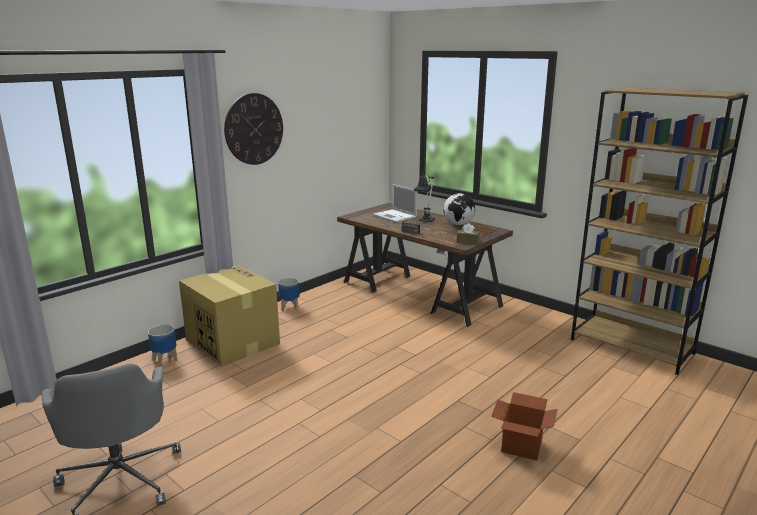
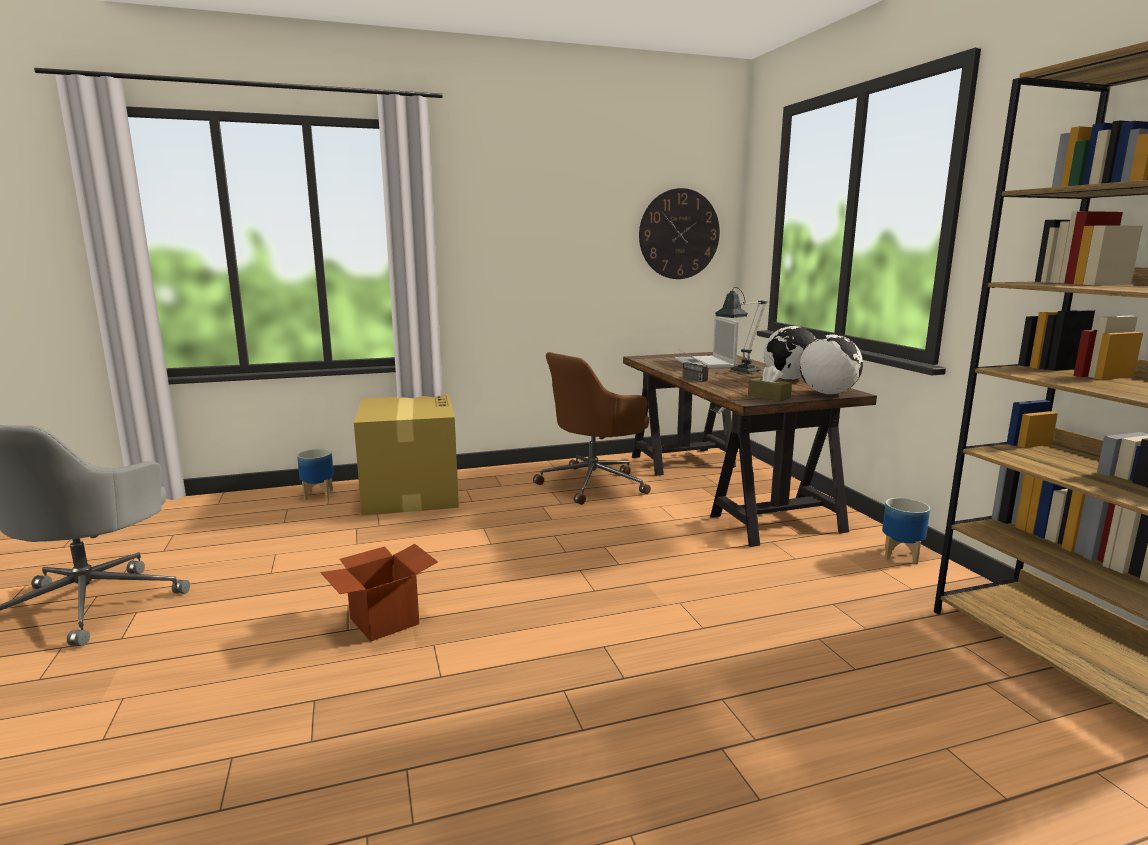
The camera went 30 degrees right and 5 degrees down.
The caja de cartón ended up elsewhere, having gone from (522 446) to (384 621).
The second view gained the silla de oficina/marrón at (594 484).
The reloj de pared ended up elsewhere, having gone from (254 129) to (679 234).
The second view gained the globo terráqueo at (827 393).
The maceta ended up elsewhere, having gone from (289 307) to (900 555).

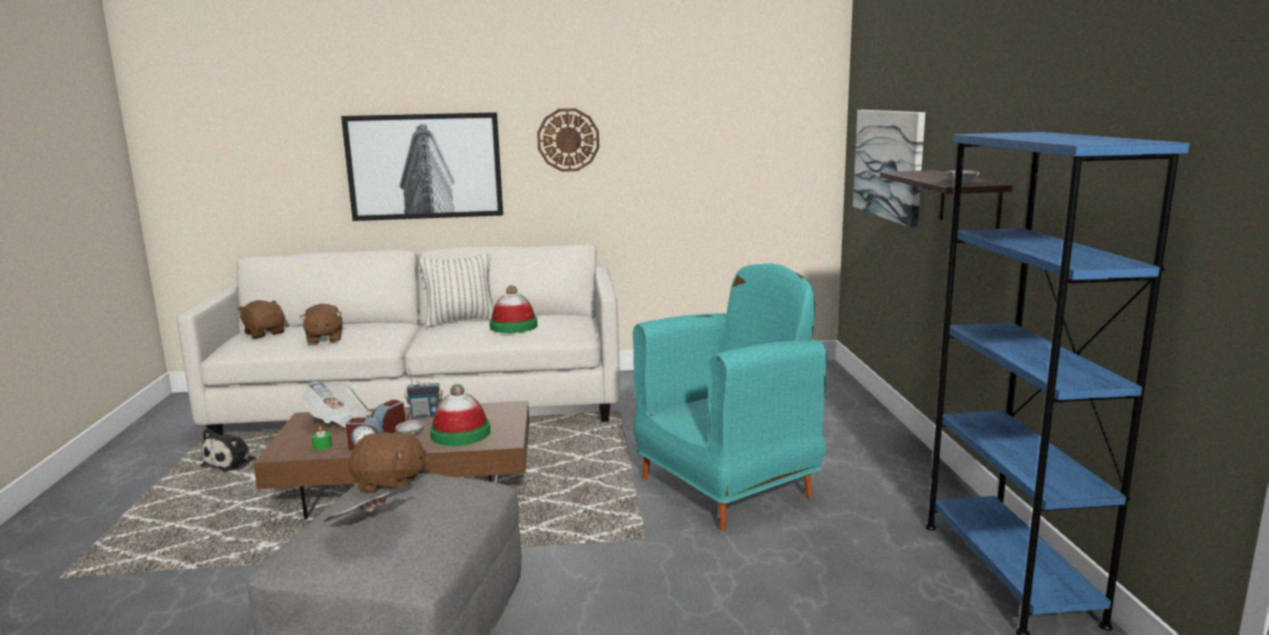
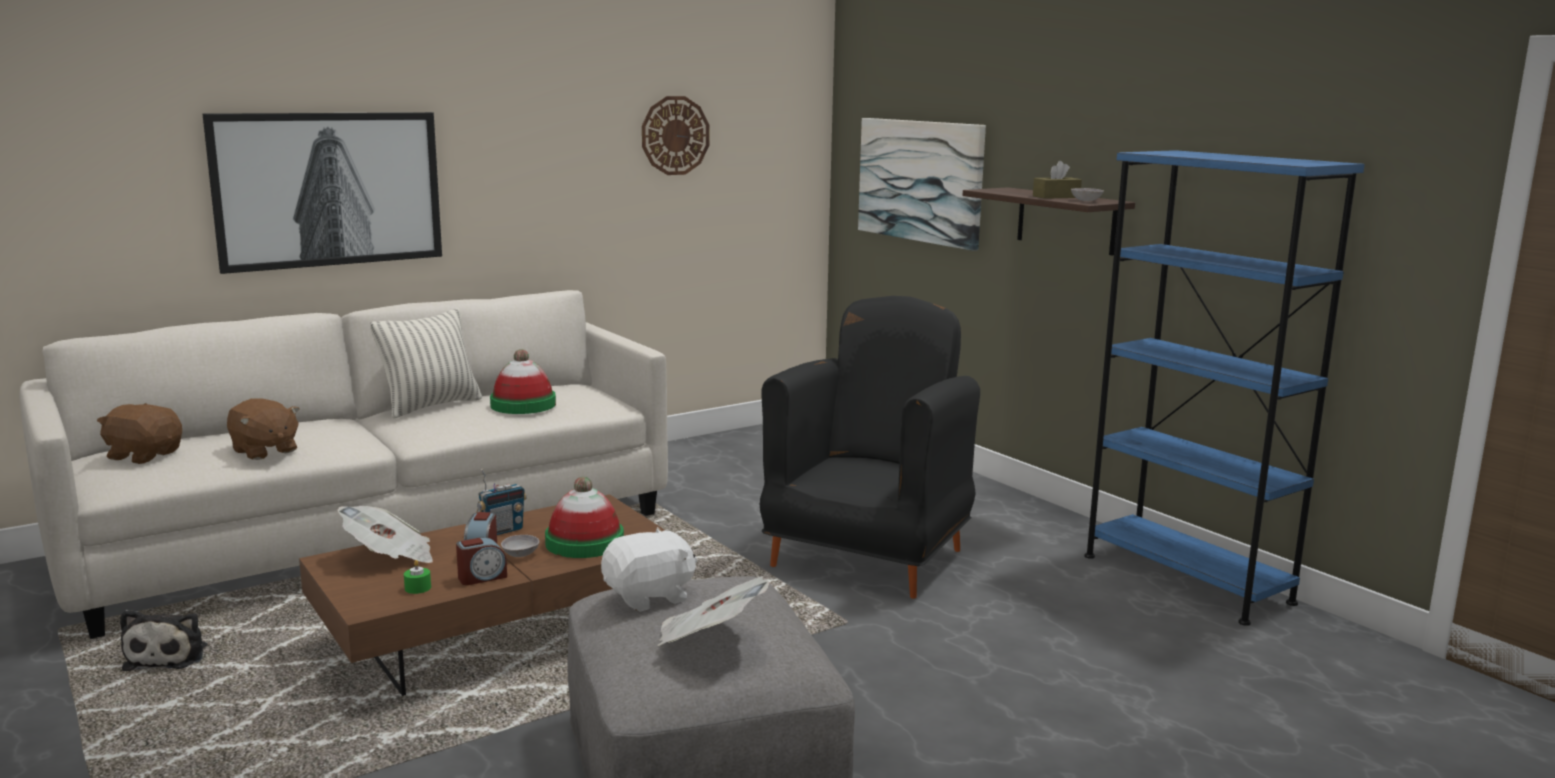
The camera went 30 degrees left and 0 degrees up.
What was the peluche/marrón at (390 483) turned into the peluche/blanco at (649 597).
The reloj de pared ended up elsewhere, having gone from (568 140) to (675 135).
What was the sillón/turquesa at (728 487) turned into the sillón/negro at (868 557).
The second view gained the caja de pañuelos/marrón at (1056 197).

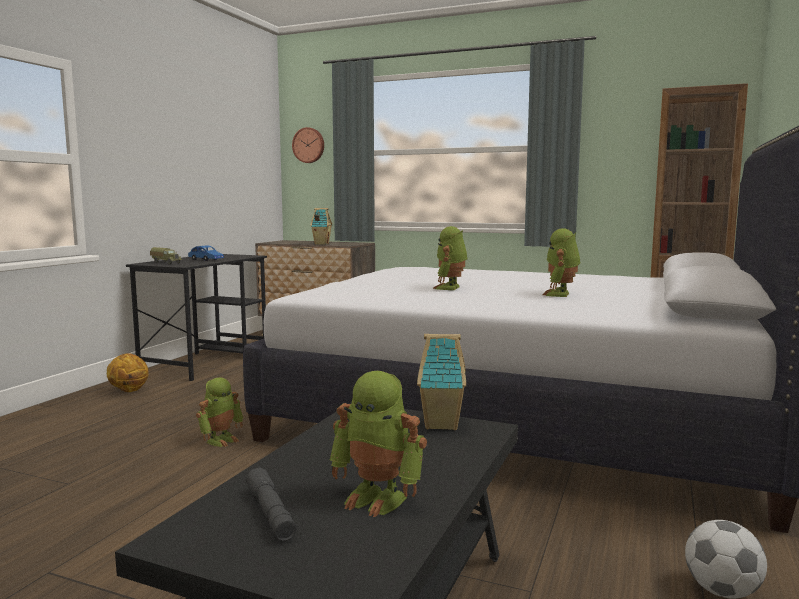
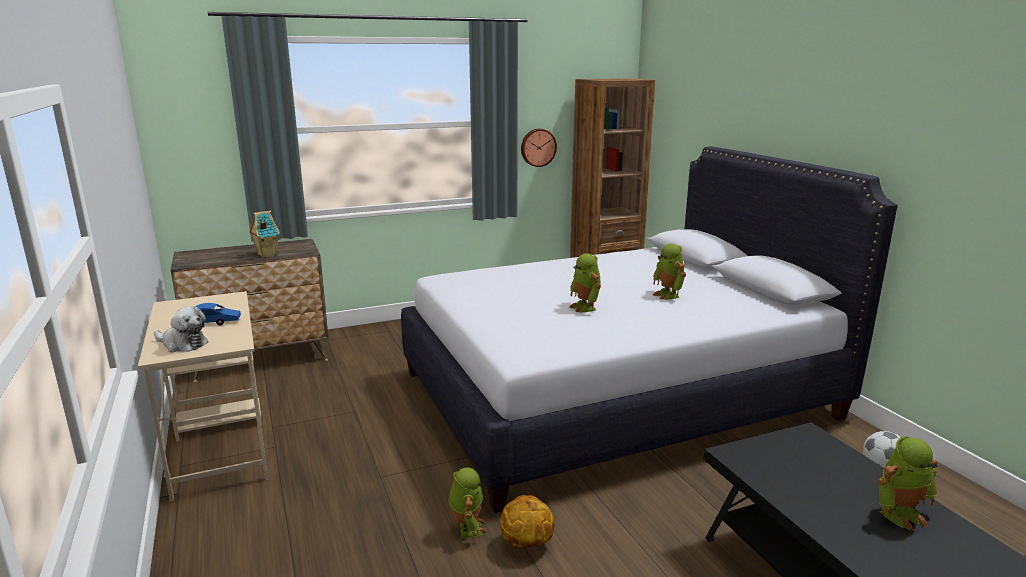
The camera went 45 degrees left and 10 degrees up.
What was the escritorio/negro at (207 361) turned into the escritorio/beis at (219 445).
Where the camión de juguete stood at (166 262), the peluche came to stand at (183 344).
The balón de baloncesto ended up elsewhere, having gone from (128 391) to (526 543).
The reloj de pared ended up elsewhere, having gone from (309 145) to (538 147).
The second view lost the linterna/gris at (270 513).
The second view lost the casita at (442 424).

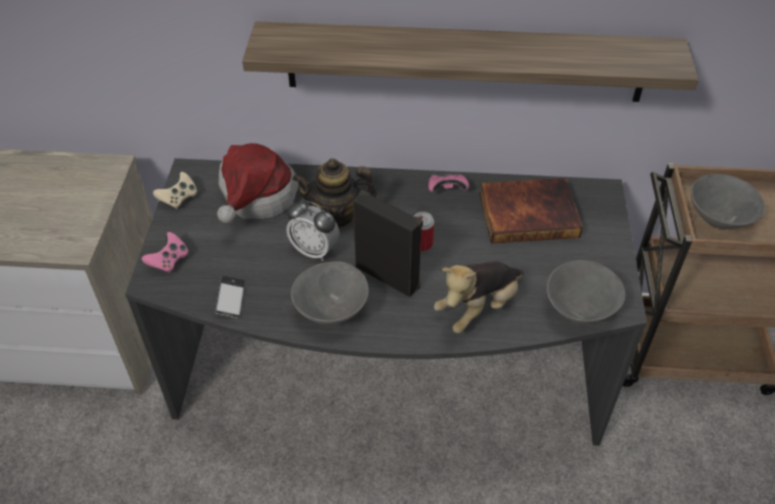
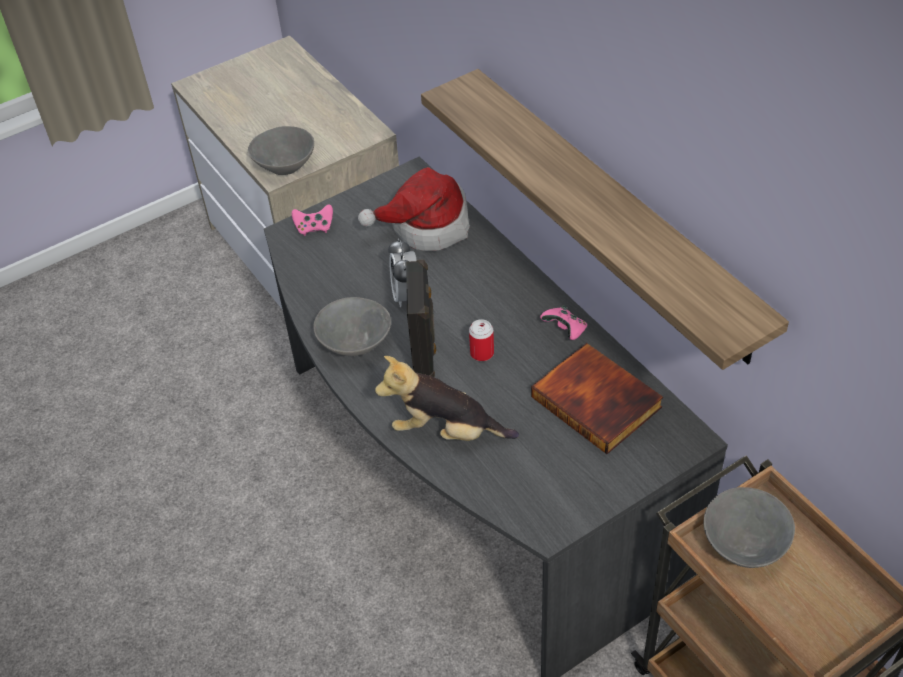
The camera went 55 degrees right and 0 degrees up.
The cuenco/gris ended up elsewhere, having gone from (579 310) to (284 167).
The second view lost the mando de consola/beis at (178 198).
The second view lost the móvil at (231 299).
The second view lost the tetera at (336 215).

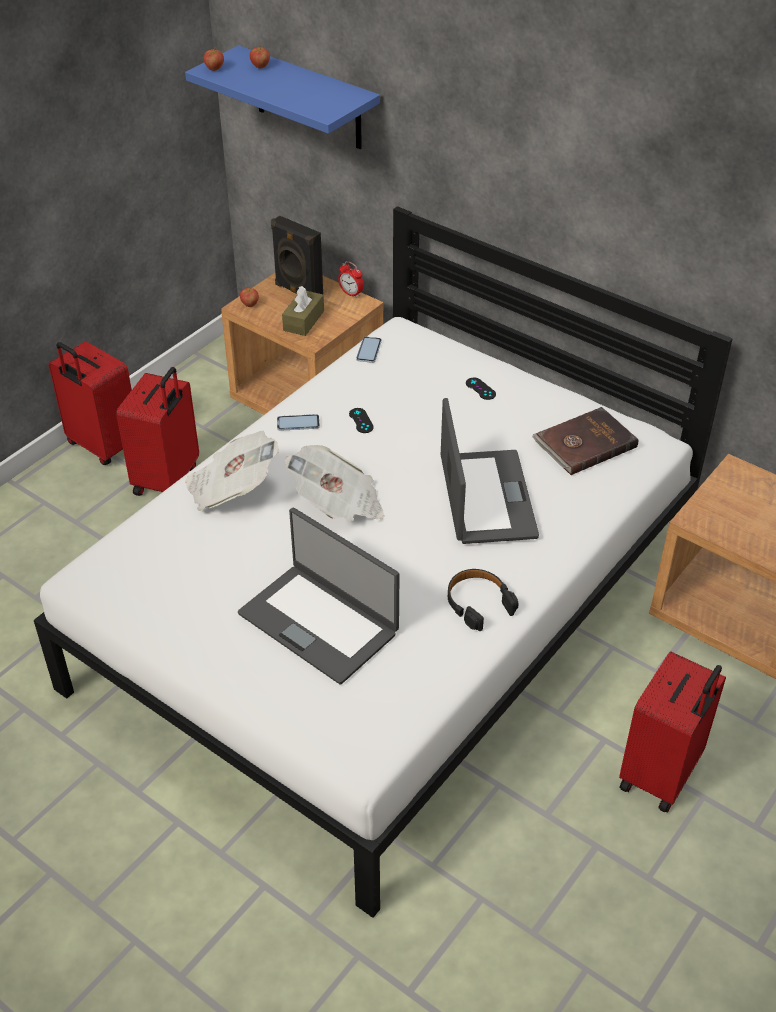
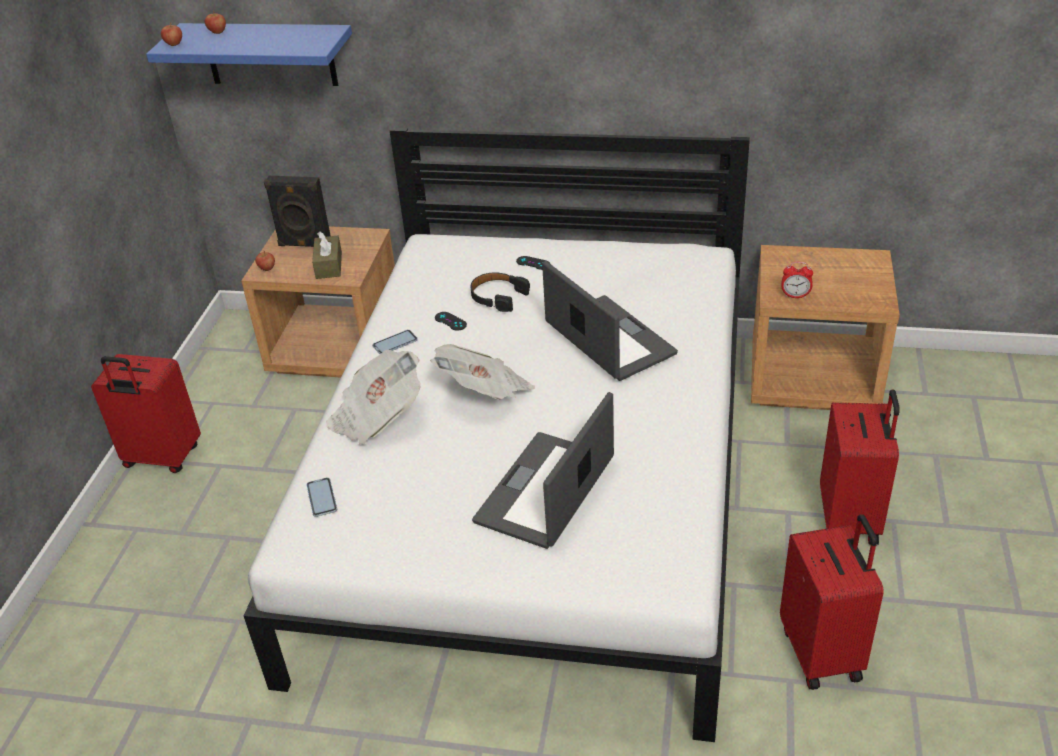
The camera went 25 degrees left and 5 degrees down.
The móvil ended up elsewhere, having gone from (369 350) to (322 498).
The auriculares/negro ended up elsewhere, having gone from (478 603) to (498 297).
The portátil at (319 622) ended up facing another way, 105 degrees clockwise from before.
The maleta/rojo ended up elsewhere, having gone from (168 480) to (823 653).
The despertador ended up elsewhere, having gone from (351 294) to (795 296).
The second view lost the libro/marrón at (584 443).

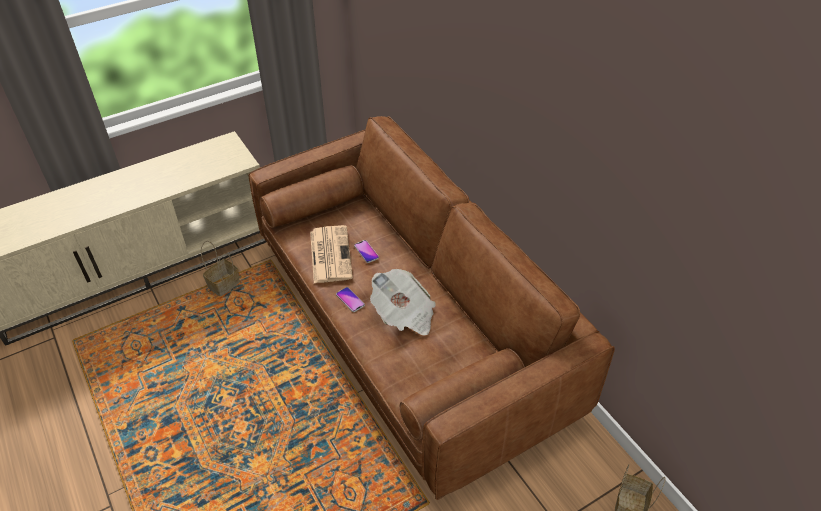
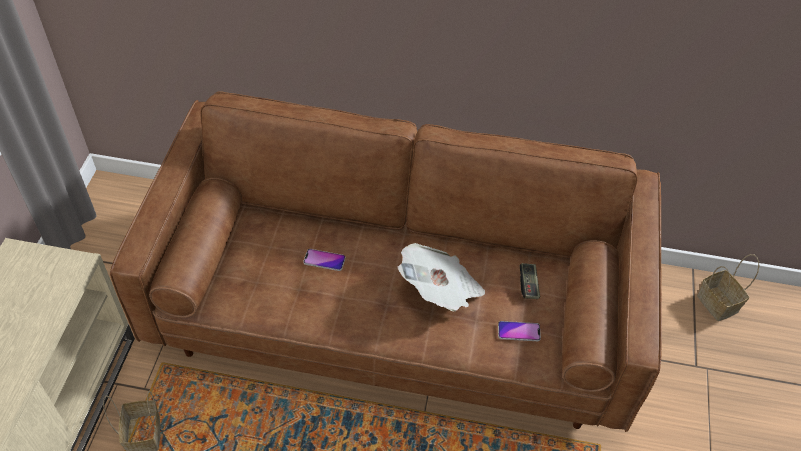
The camera went 50 degrees left and 5 degrees up.
The móvil ended up elsewhere, having gone from (350 300) to (519 331).
The second view gained the mando de consola at (528 285).
The second view lost the periódico at (330 254).

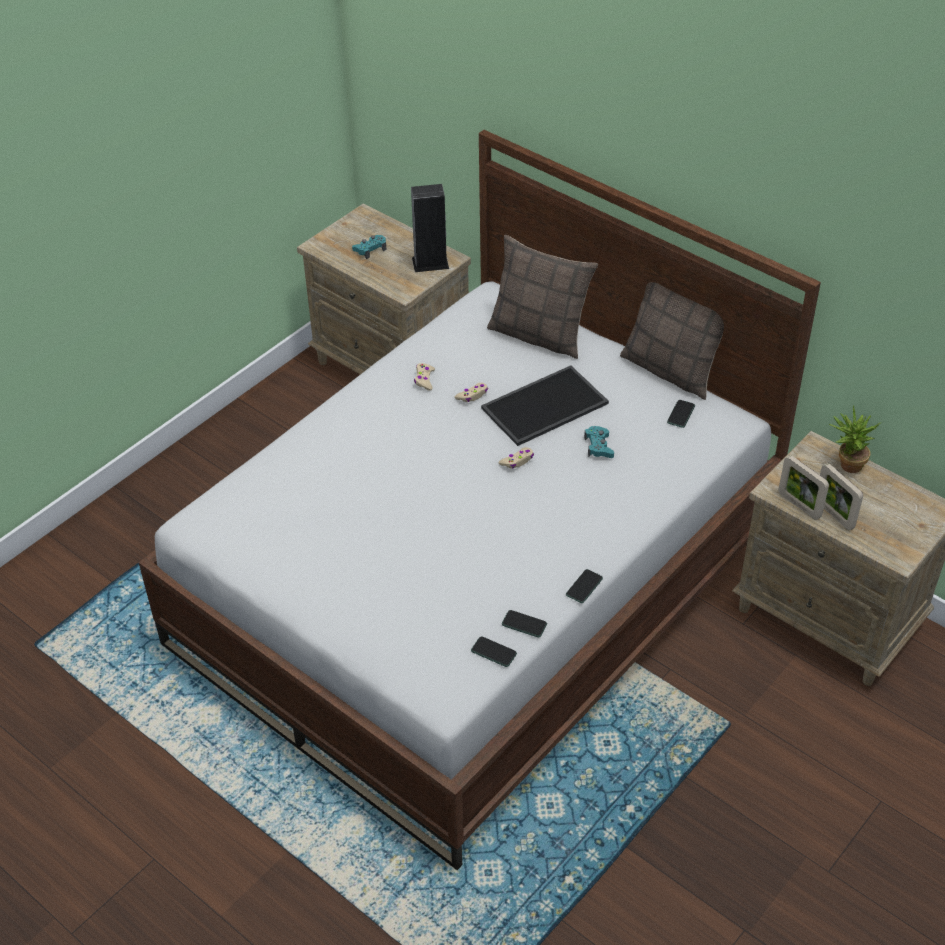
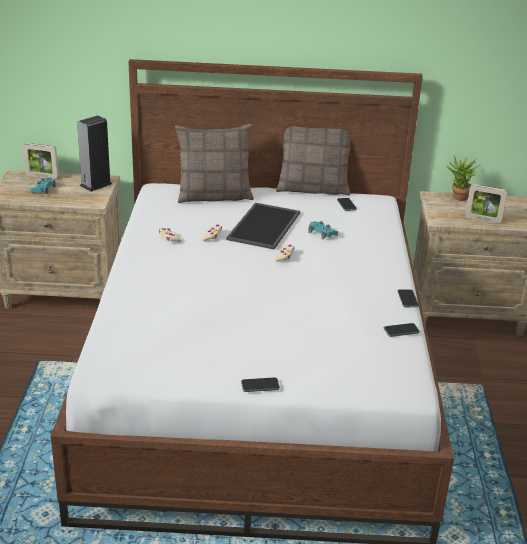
The camera went 40 degrees left and 15 degrees down.
The portarretratos ended up elsewhere, having gone from (799 505) to (42 176).
The móvil ended up elsewhere, having gone from (493 652) to (260 385).

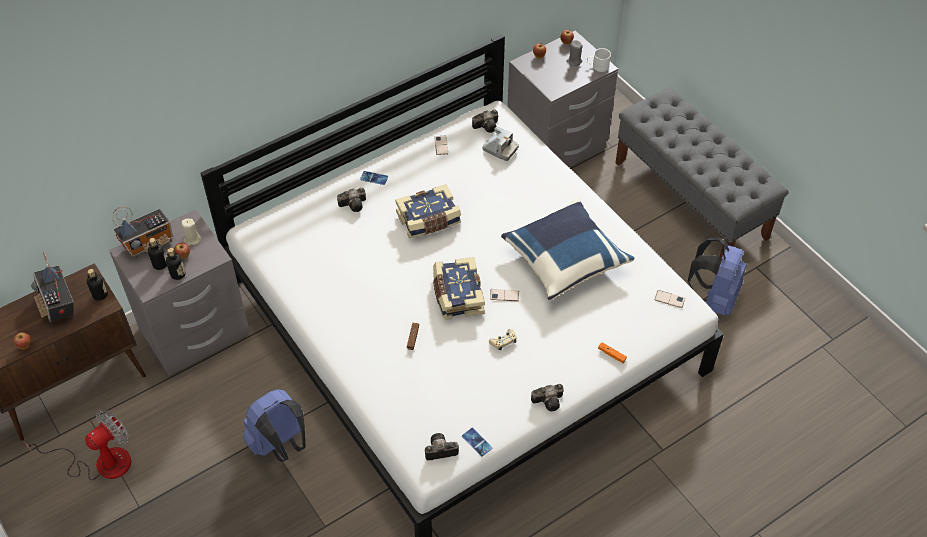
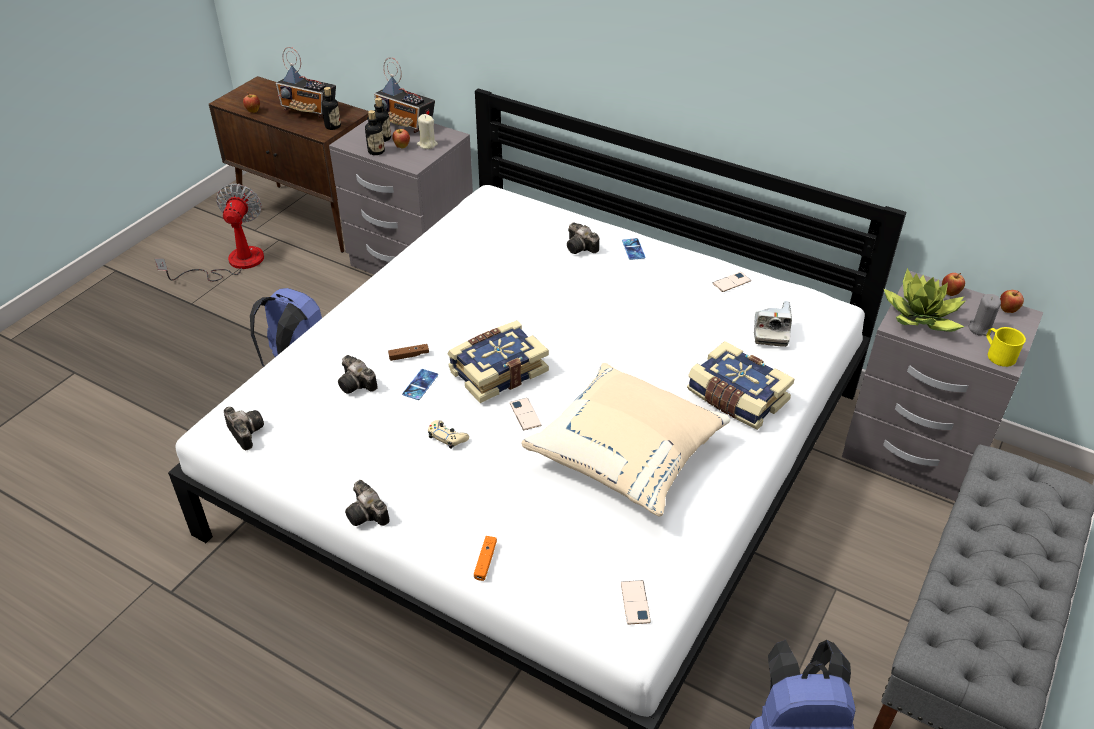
The camera went 65 degrees right and 10 degrees down.
The ventilador at (100 462) ended up facing another way, 105 degrees counterclockwise from before.
The radio at (58 304) ended up facing another way, 105 degrees counterclockwise from before.
The cámara ended up elsewhere, having gone from (487 126) to (358 385).
The móvil ended up elsewhere, having gone from (477 442) to (420 384).
What was the cojín/azul at (564 260) turned into the cojín/beis at (627 455).
The libro ended up elsewhere, having gone from (429 220) to (736 398).
The second view gained the planta en maceta at (921 317).
What was the taza grande/blanco at (597 66) turned into the taza grande/amarillo at (998 354).

